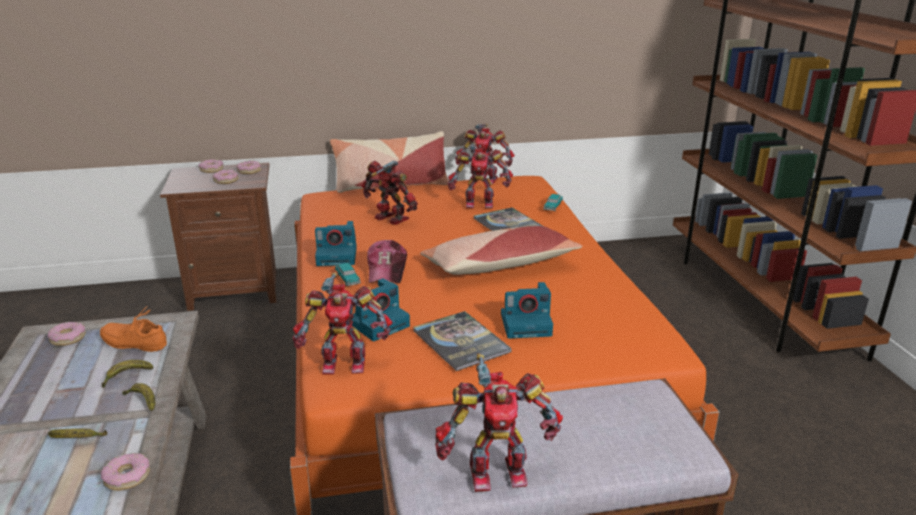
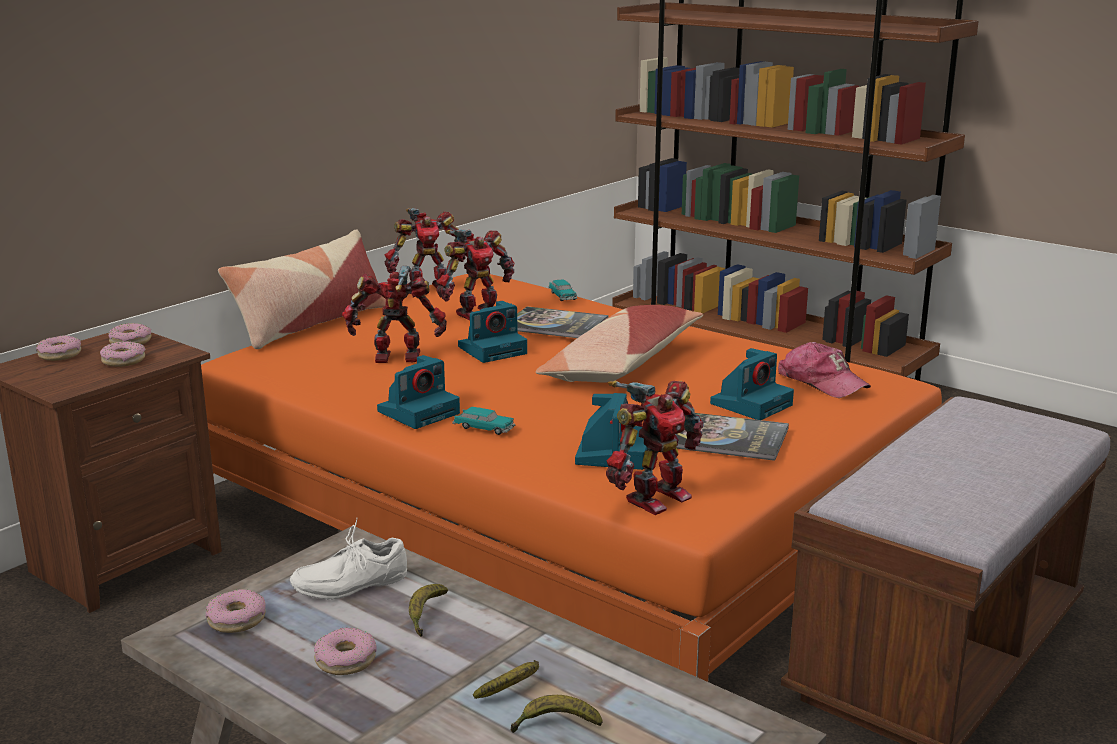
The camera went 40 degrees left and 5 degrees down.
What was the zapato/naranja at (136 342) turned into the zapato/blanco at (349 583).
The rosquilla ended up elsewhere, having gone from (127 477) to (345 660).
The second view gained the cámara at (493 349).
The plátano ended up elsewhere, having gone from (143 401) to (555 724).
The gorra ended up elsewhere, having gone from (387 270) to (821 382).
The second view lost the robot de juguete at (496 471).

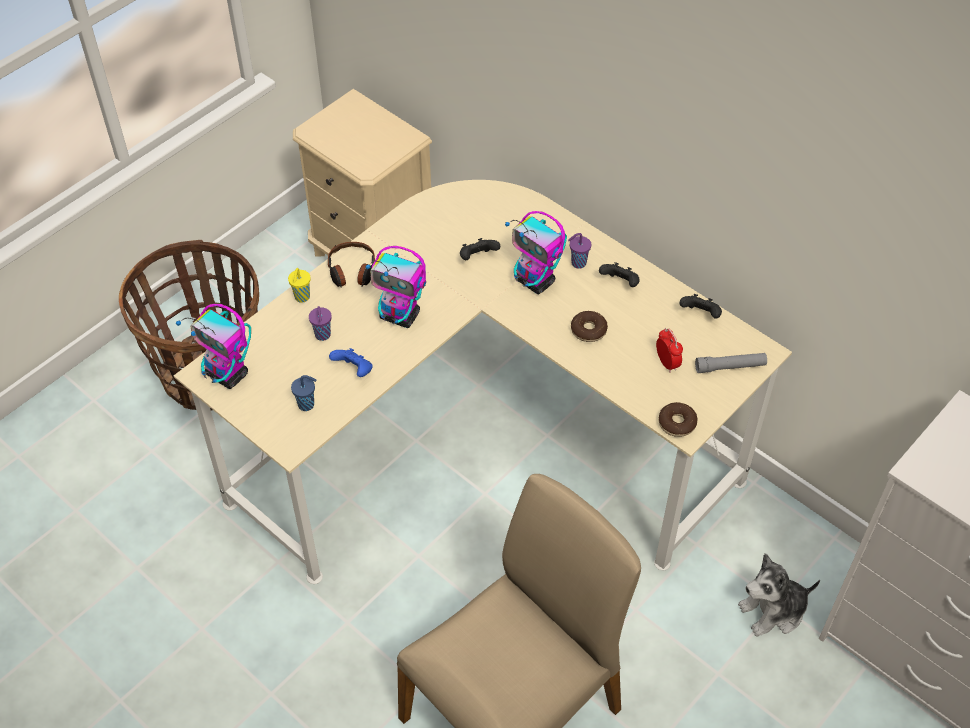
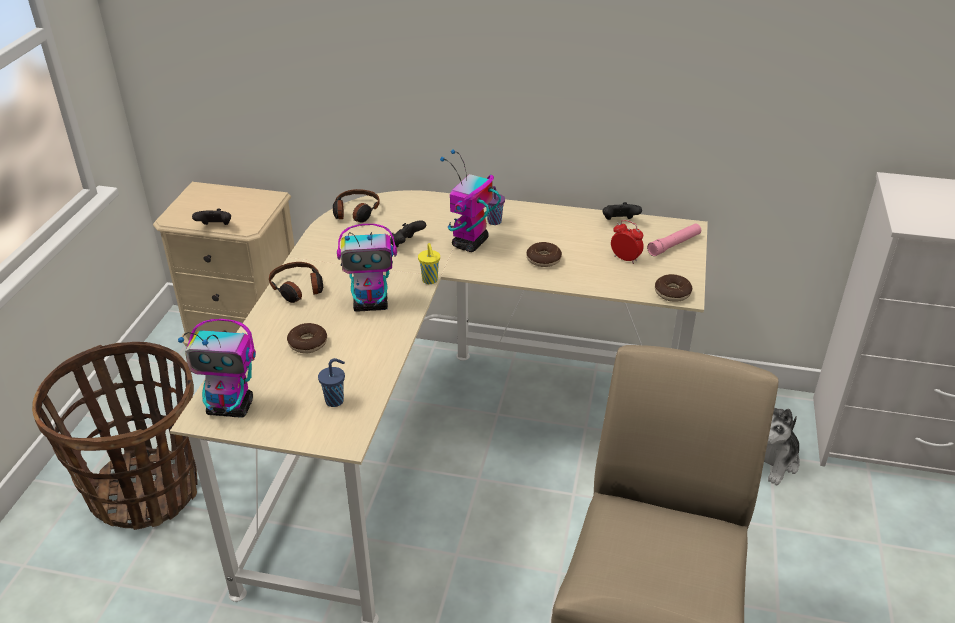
The camera went 30 degrees left and 15 degrees down.
The mando de consola/negro ended up elsewhere, having gone from (620 283) to (215 227).
Where the taza/morado stood at (323 335), the rosquilla came to stand at (308 343).
The second view gained the auriculares at (355 212).
The taza/amarillo ended up elsewhere, having gone from (302 298) to (430 281).
The robot de juguete at (535 281) ended up facing another way, 105 degrees clockwise from before.
What was the linterna/gris at (730 367) turned into the linterna/rosa at (674 244).
The second view lost the mando de consola/azul at (354 370).

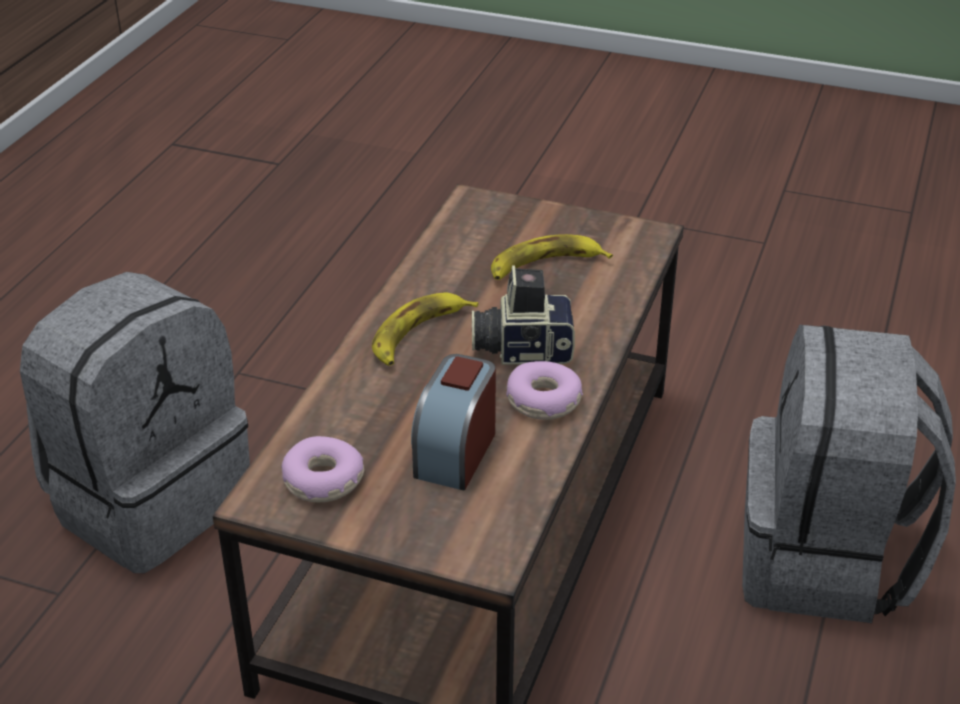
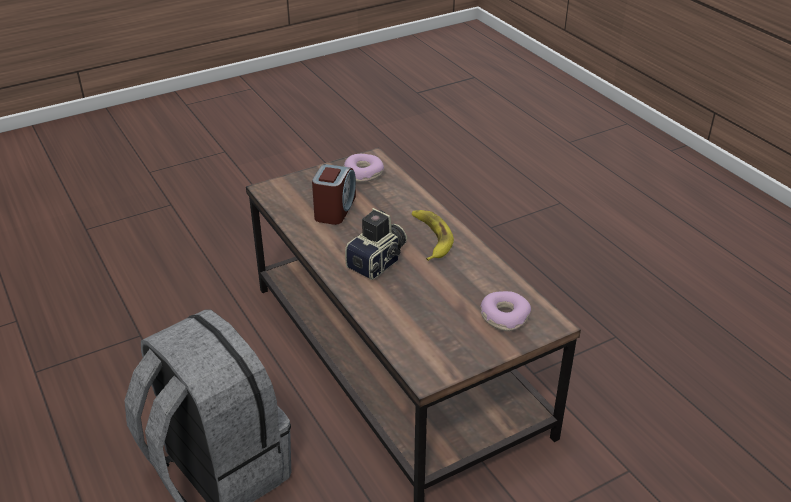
The camera went 130 degrees right and 0 degrees up.
The despertador at (455 452) ended up facing another way, 45 degrees clockwise from before.
The rosquilla ended up elsewhere, having gone from (543 401) to (504 317).
The second view lost the mochila/gris at (149 500).
The second view lost the plátano at (544 266).

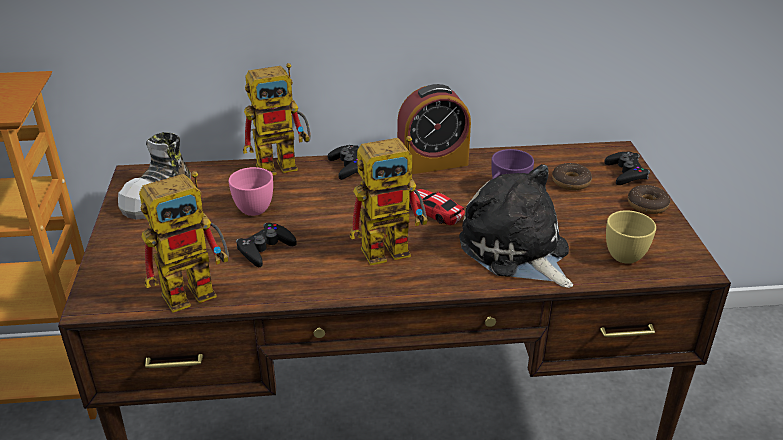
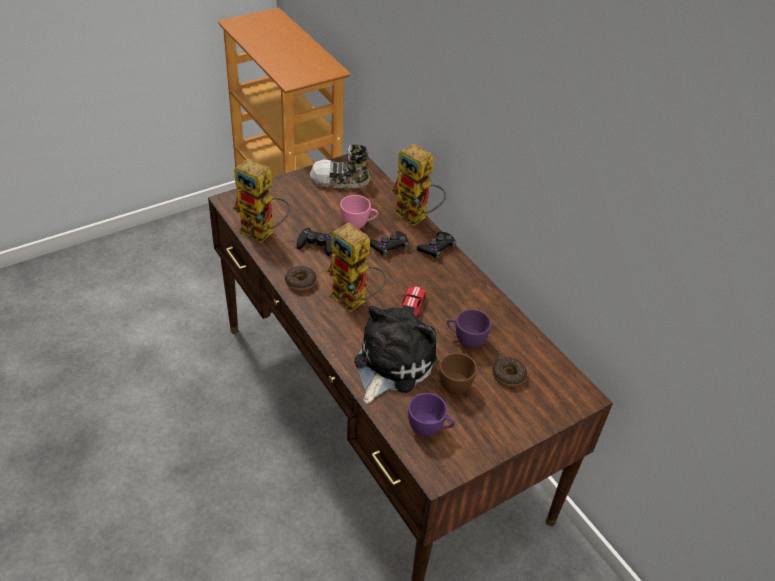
The camera went 60 degrees right and 10 degrees up.
The rosquilla ended up elsewhere, having gone from (647 205) to (300 282).
The mando de consola/negro ended up elsewhere, having gone from (626 173) to (389 246).
What was the taza/amarillo at (628 253) turned into the taza/morado at (429 429).
The second view gained the taza/marrón at (456 383).
The second view lost the despertador at (432 163).

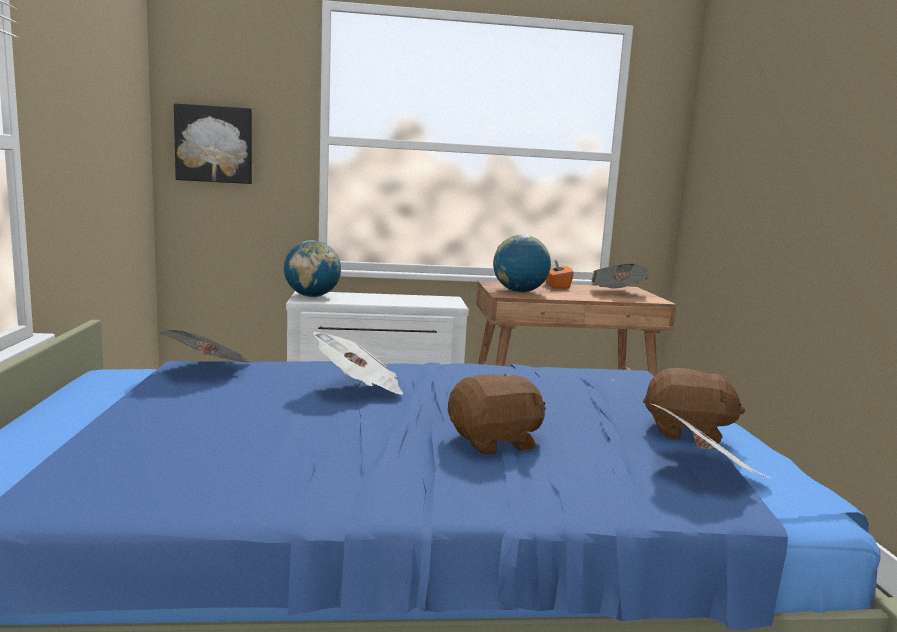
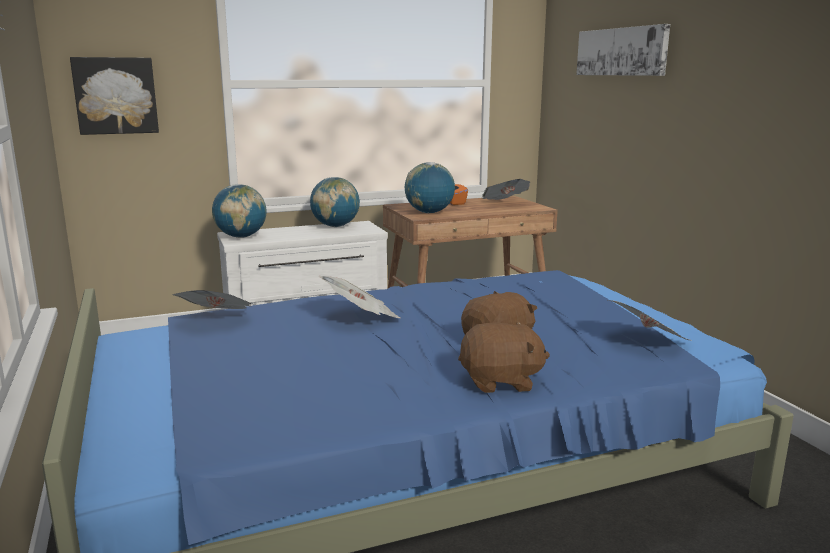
The camera went 15 degrees left and 5 degrees up.
The second view gained the globo terráqueo at (335 226).
The peluche/marrón ended up elsewhere, having gone from (687 432) to (500 382).
The second view gained the cuadro at (621 51).

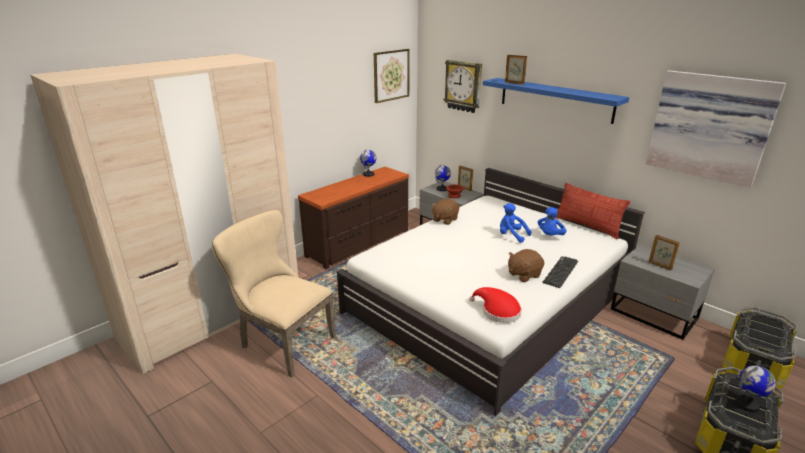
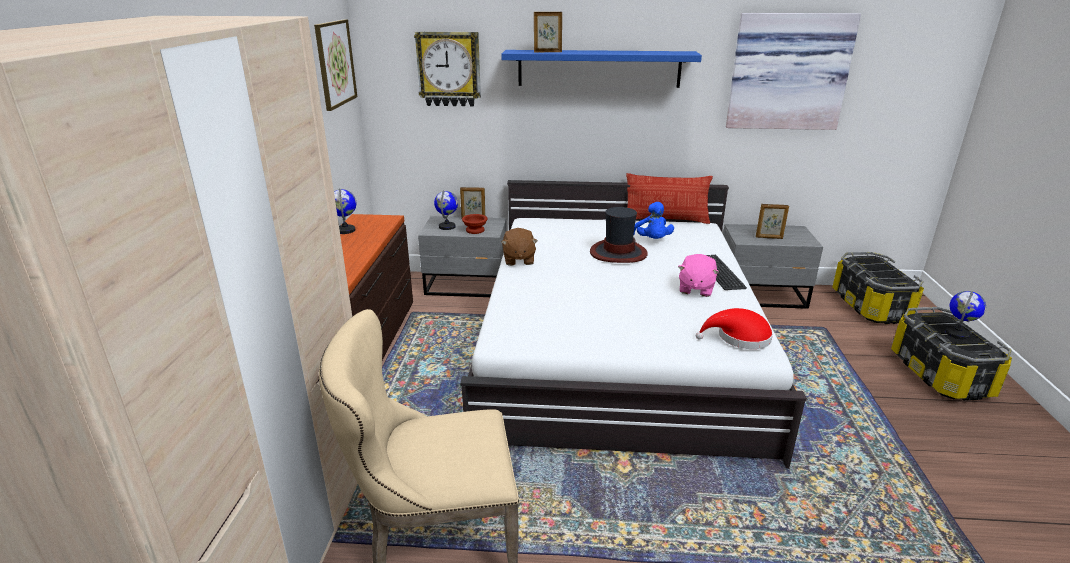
The camera went 40 degrees left and 0 degrees up.
Where the peluche/azul stood at (511 236), the sombrero came to stand at (618 253).
What was the peluche/marrón at (523 274) turned into the peluche/rosa at (695 289).

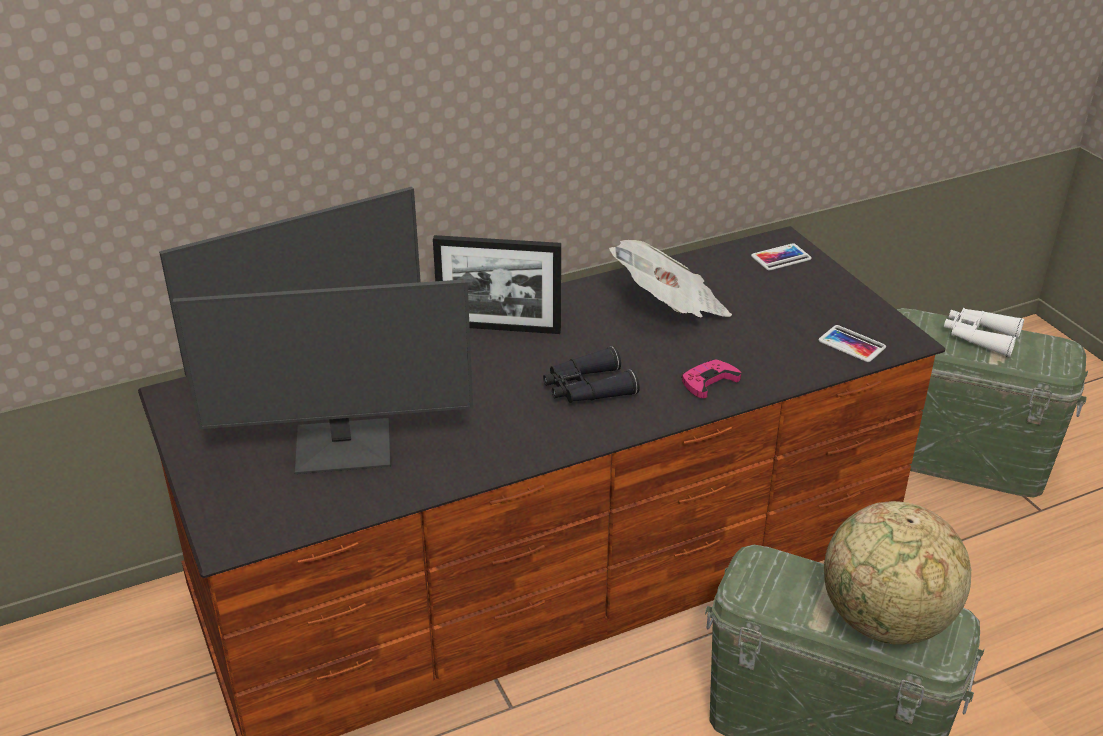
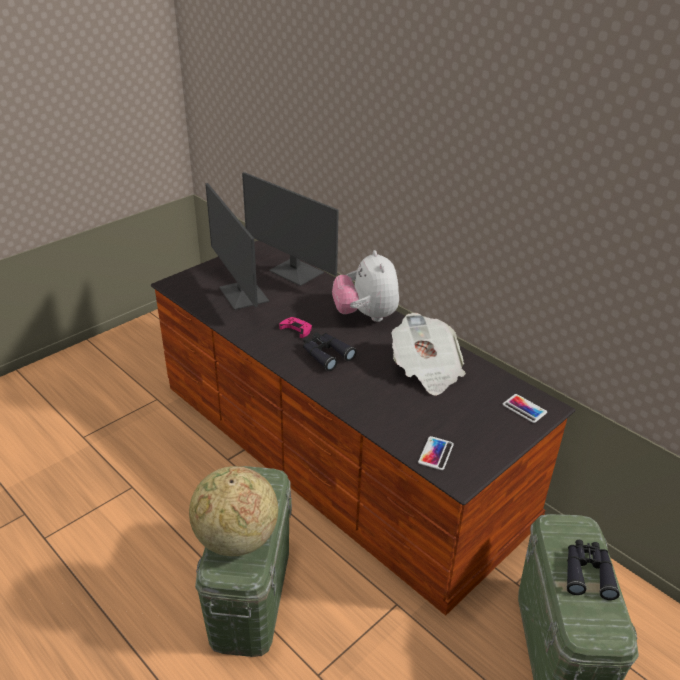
The camera went 70 degrees right and 0 degrees up.
The mando de consola/rosa ended up elsewhere, having gone from (708 382) to (296 329).
Where the portarretratos stood at (499 328), the peluche came to stand at (366 316).
What was the prismáticos/blanco at (979 337) turned into the prismáticos/negro at (588 573).

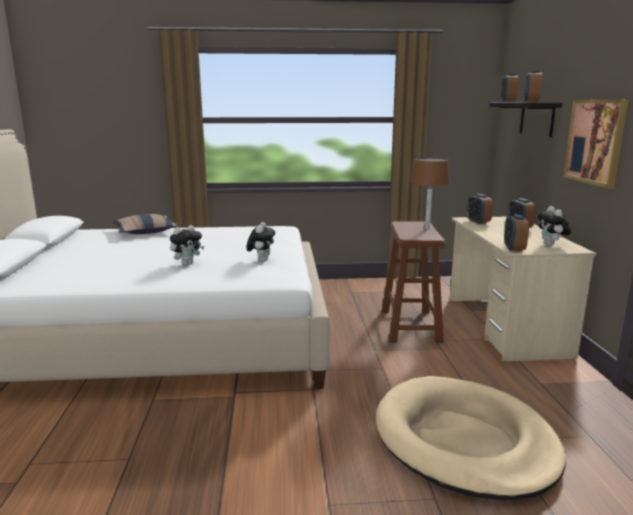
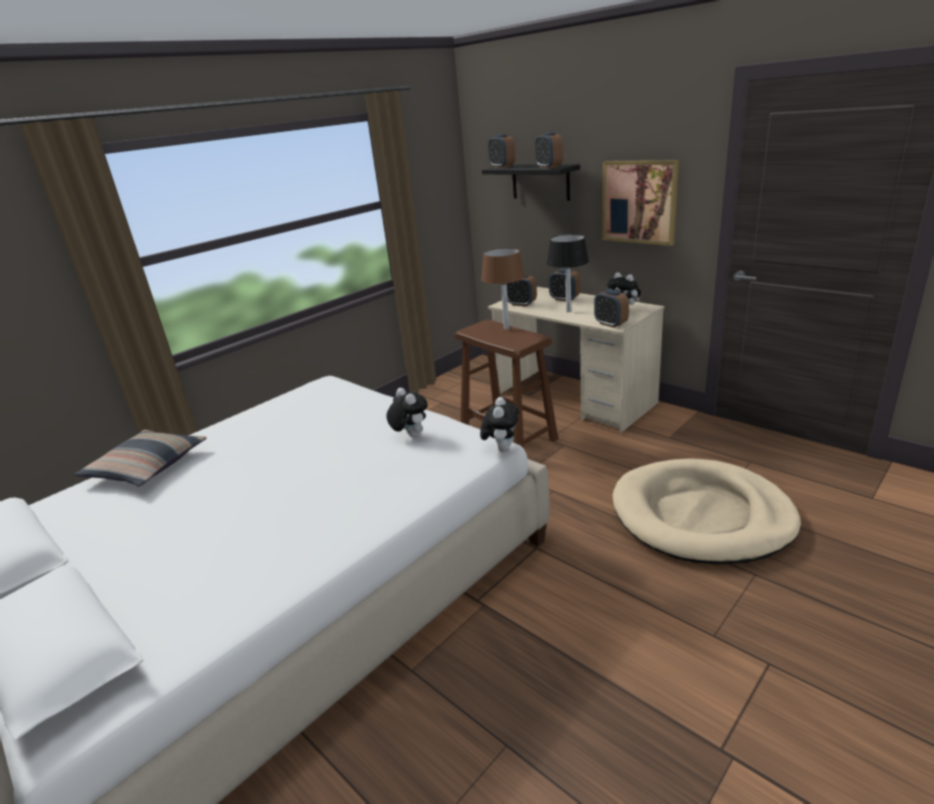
The camera went 40 degrees left and 10 degrees up.
The peluche ended up elsewhere, having gone from (187 264) to (501 448).
The second view gained the lámpara de mesa/negro at (568 311).

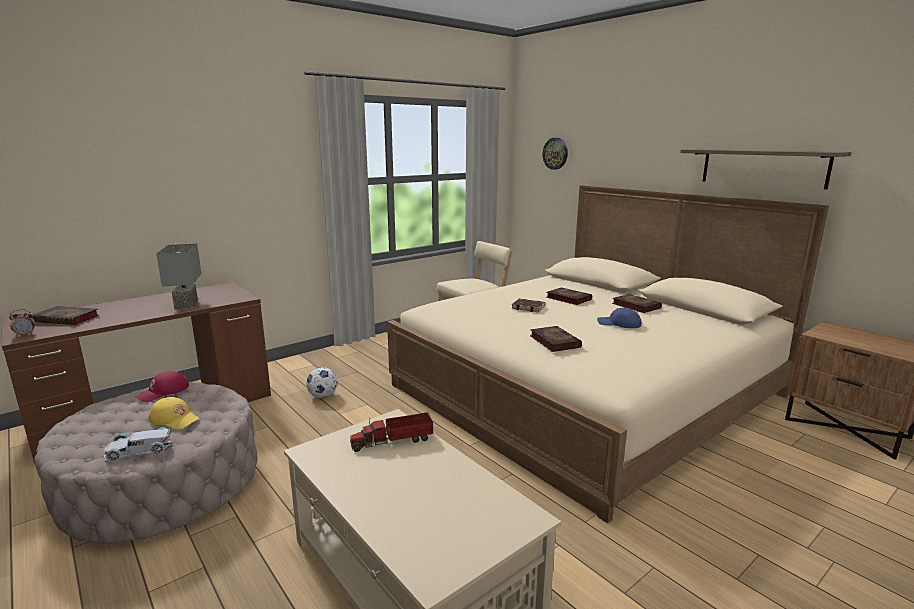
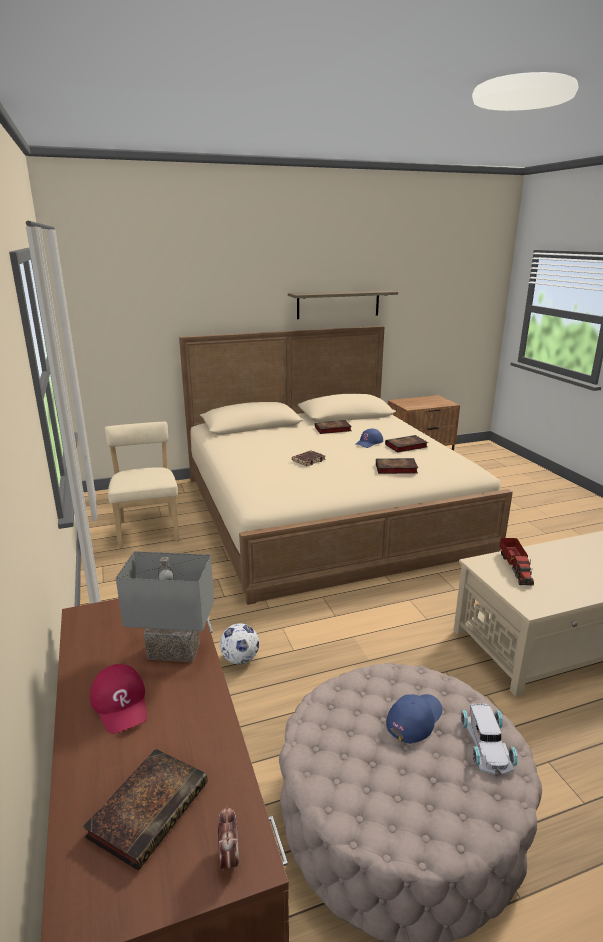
The camera went 70 degrees left and 5 degrees up.
The gorra/rojo ended up elsewhere, having gone from (163 392) to (121 703).
The libro ended up elsewhere, having gone from (567 298) to (405 446).
What was the gorra/amarillo at (175 419) turned into the gorra/azul at (414 719).
The second view lost the reloj de pared at (555 153).

